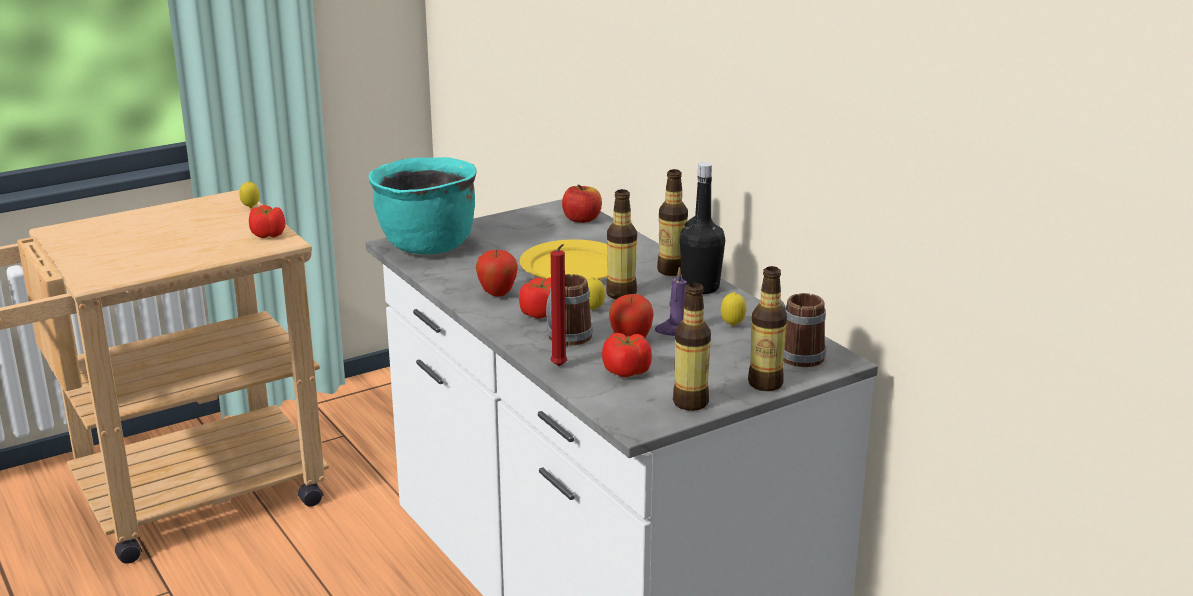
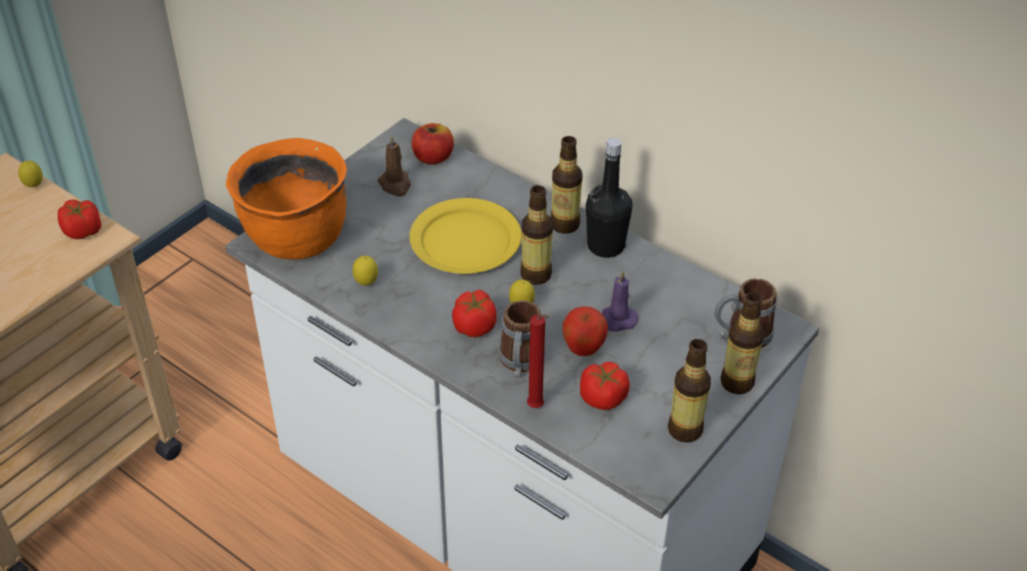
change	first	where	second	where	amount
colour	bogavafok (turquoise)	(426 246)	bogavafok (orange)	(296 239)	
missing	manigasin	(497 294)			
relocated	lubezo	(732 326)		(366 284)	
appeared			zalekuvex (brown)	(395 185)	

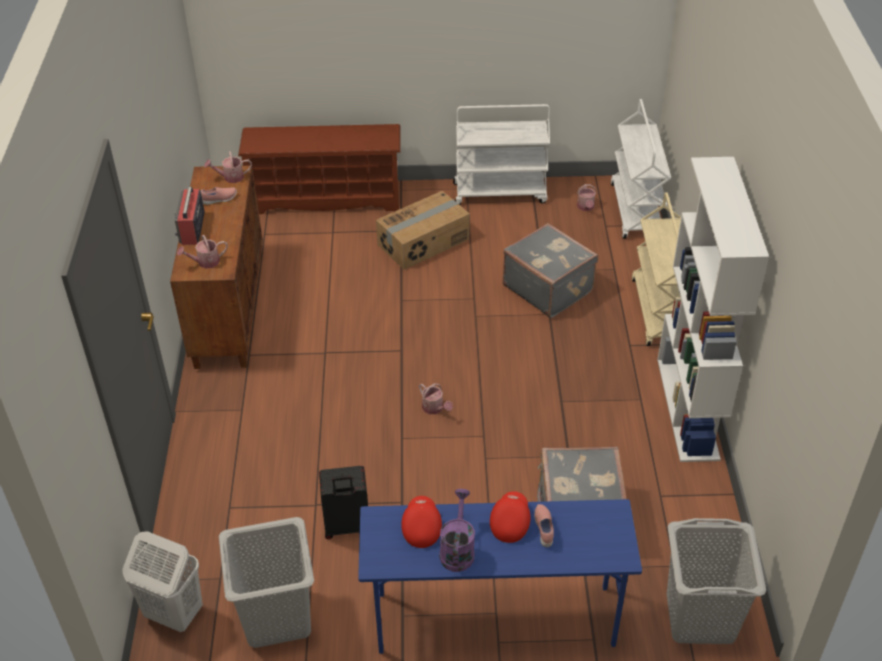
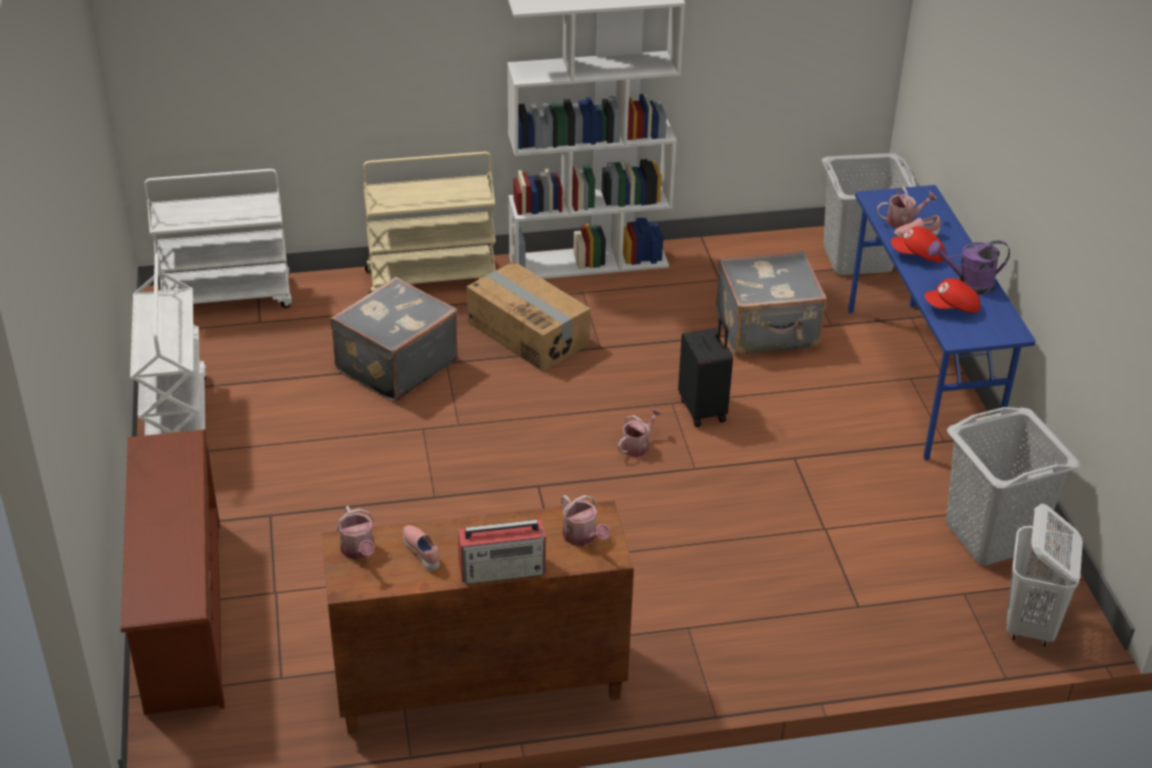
change	first	where	second	where	amount
relocated	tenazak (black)	(346 527)		(703 410)	
relocated	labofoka	(424 242)		(528 333)	
relocated	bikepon	(586 207)		(903 221)	

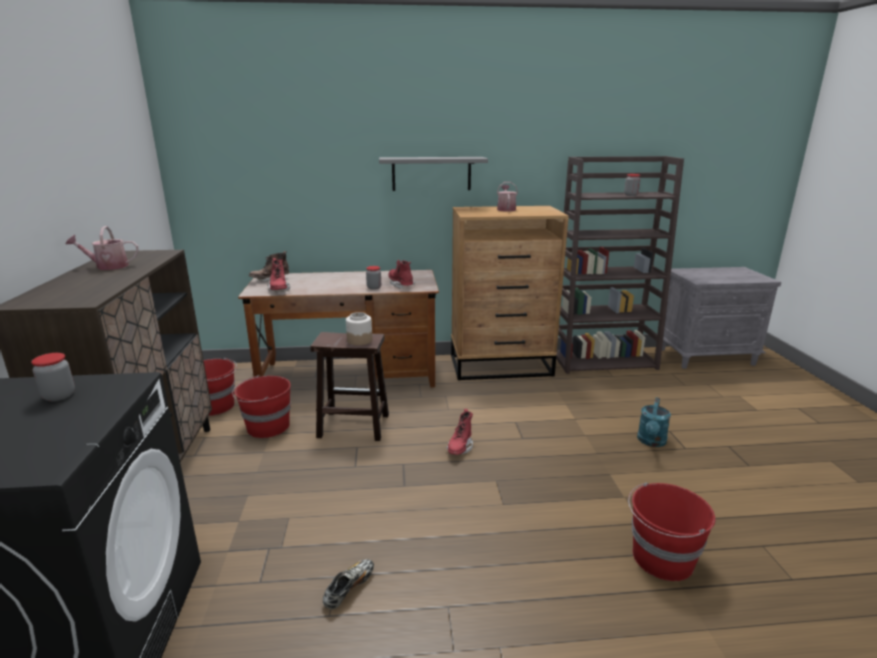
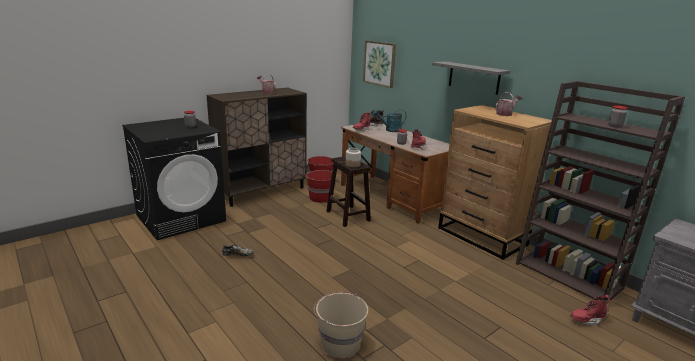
change	first	where	second	where	amount
relocated	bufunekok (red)	(460 448)		(586 320)	
colour	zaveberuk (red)	(661 559)	zaveberuk (beige)	(339 343)	
relocated	bikepon (turquoise)	(651 442)		(390 130)	
appeared			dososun	(380 63)	

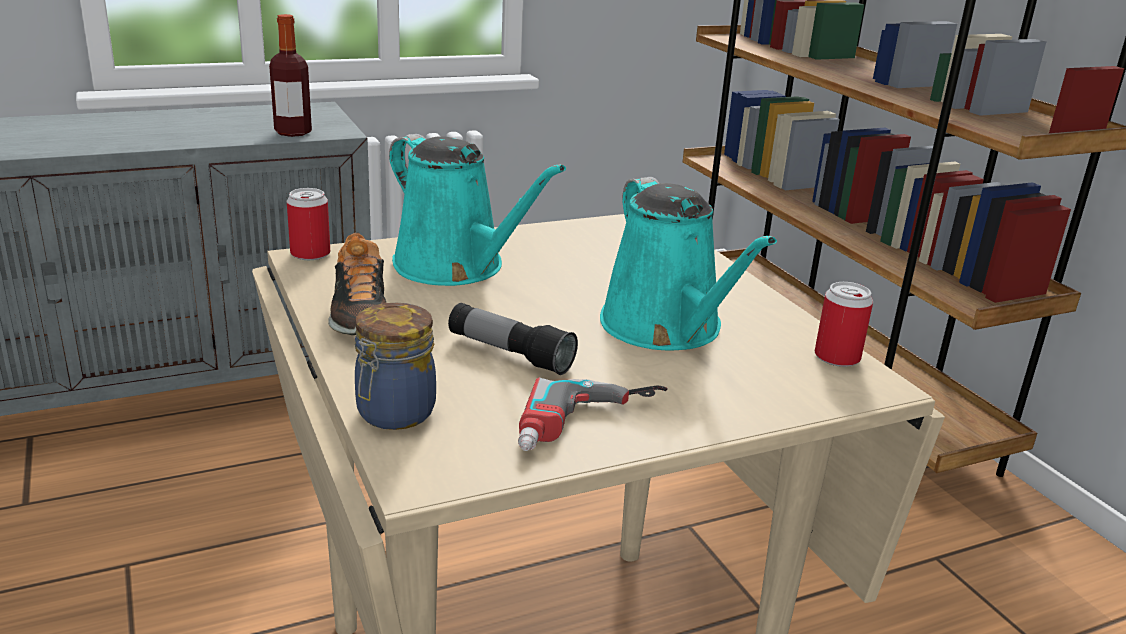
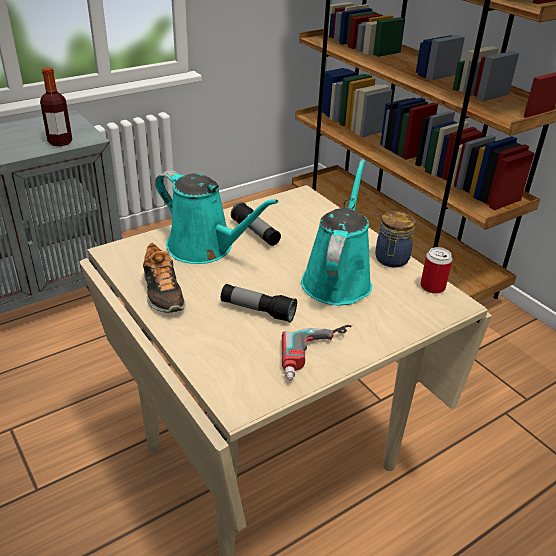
change	first	where	second	where	amount
missing	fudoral	(310 254)			
relocated	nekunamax	(393 414)		(391 260)	
spun	bikepon (turquoise)	(666 329)		(337 279)	135 degrees counterclockwise
appeared			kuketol	(256 233)	

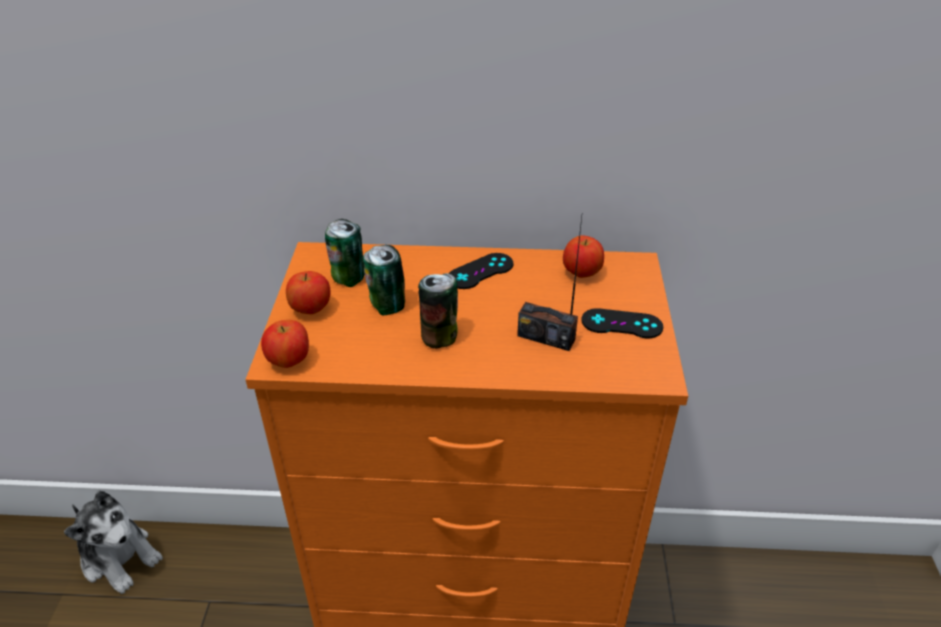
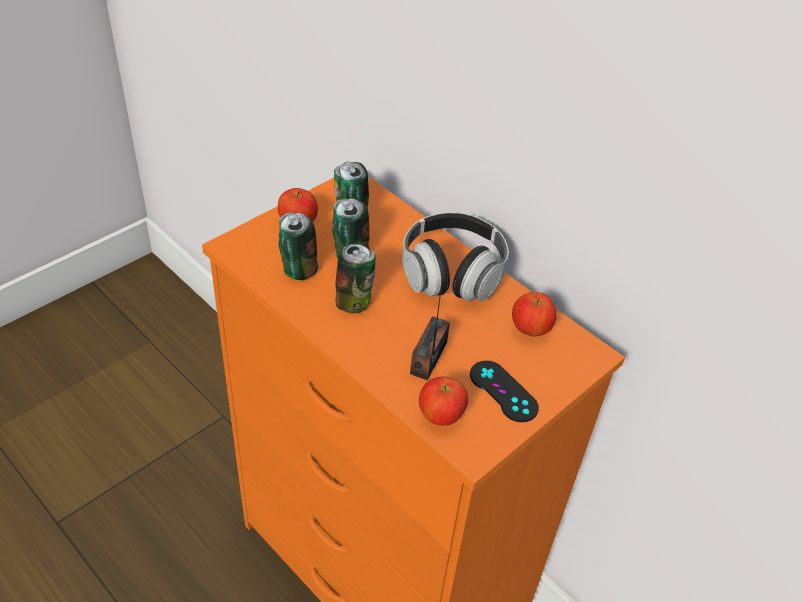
change	first	where	second	where	amount
missing	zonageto	(120 557)			
relocated	manigasin	(289 361)		(441 416)	
exchanged	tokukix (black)	(480 271)	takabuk	(452 274)	
spun	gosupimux	(546 337)		(429 358)	45 degrees clockwise
appeared			fudoral	(298 270)	

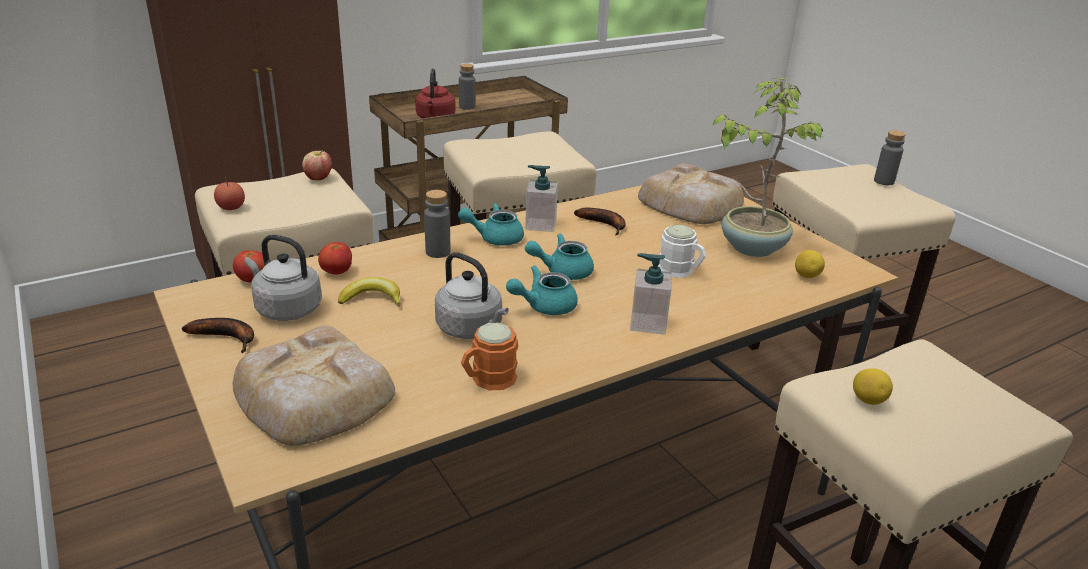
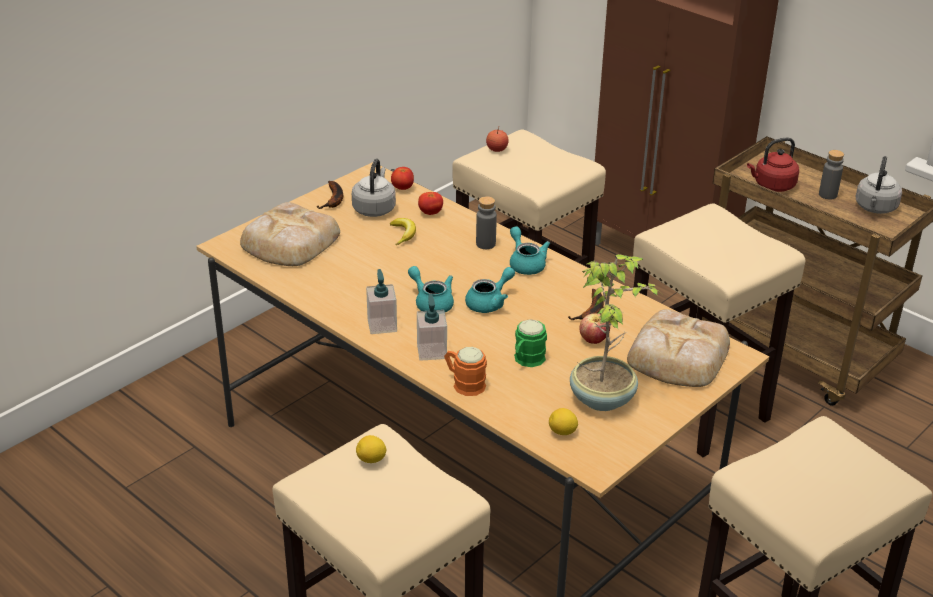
change	first	where	second	where	amount
relocated	manigasin	(318 178)		(593 340)	
relocated	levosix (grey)	(472 329)		(875 208)	
relocated	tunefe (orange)	(487 380)		(464 383)	
relocated	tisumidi	(540 225)		(382 325)	
spun	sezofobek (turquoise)	(562 271)		(490 302)	75 degrees clockwise
colour	tunefe (white)	(681 271)	tunefe (green)	(526 360)	
missing	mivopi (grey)	(884 181)			

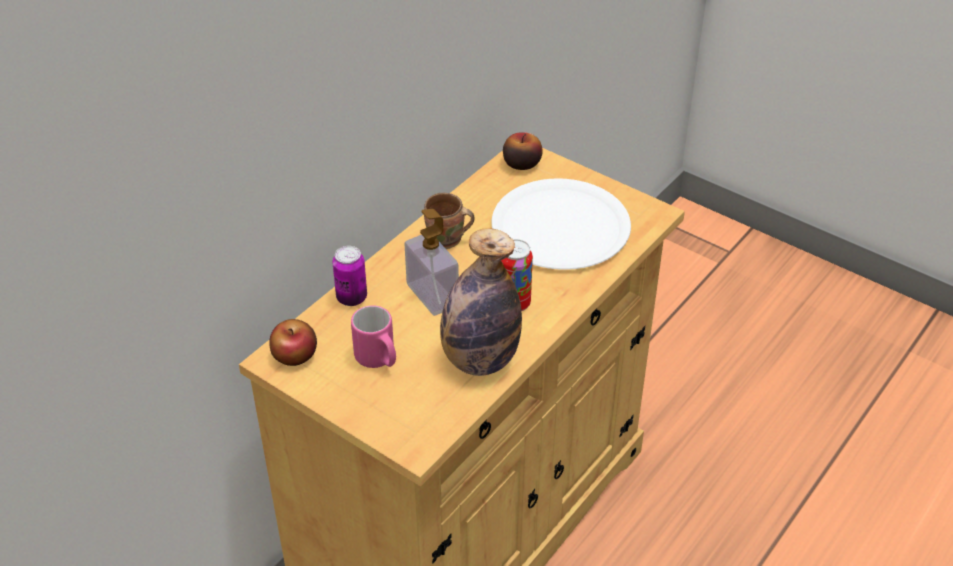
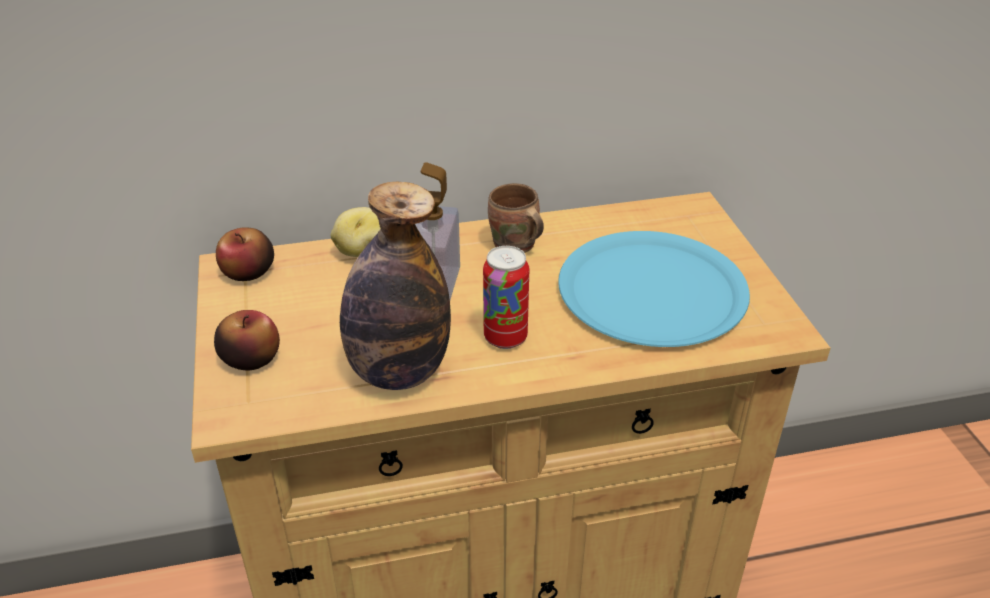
change	first	where	second	where	amount
exchanged	fudoral	(351 298)	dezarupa	(361 251)	
missing	tunefe (pink)	(378 360)			
colour	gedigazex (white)	(561 226)	gedigazex (blue)	(652 291)	
relocated	manigasin	(521 163)		(251 358)	

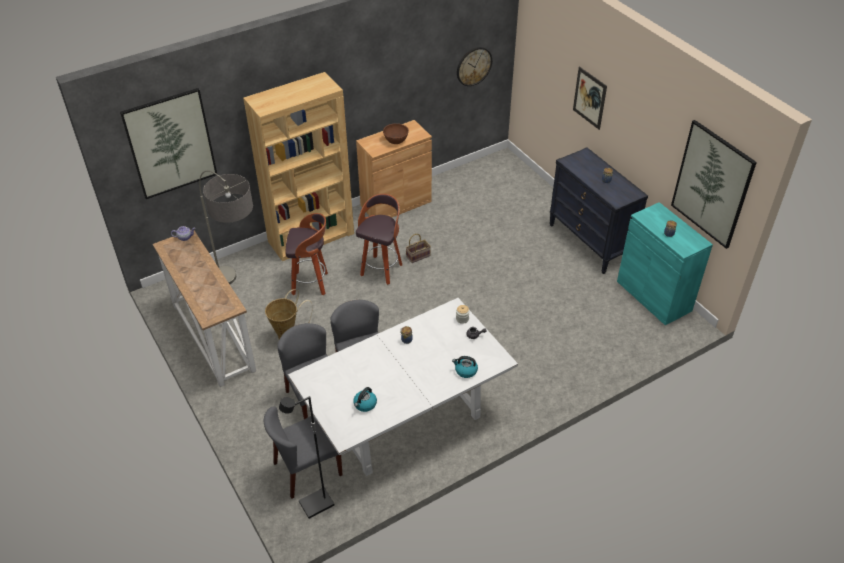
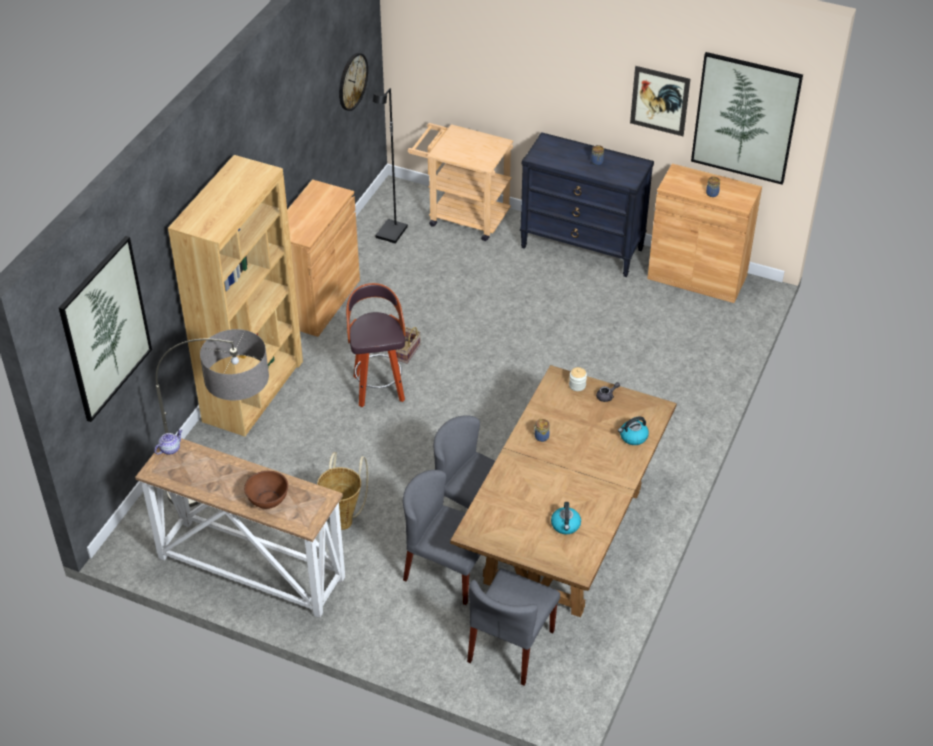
change	first	where	second	where	amount
relocated	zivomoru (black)	(316 505)		(392 233)	
missing	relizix	(311 283)			
colour	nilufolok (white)	(405 418)	nilufolok (brown)	(563 535)	
relocated	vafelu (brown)	(396 140)		(268 499)	
relocated	dososun	(589 98)		(659 101)	
colour	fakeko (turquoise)	(653 296)	fakeko (brown)	(697 277)	
appeared			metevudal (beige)	(462 216)	

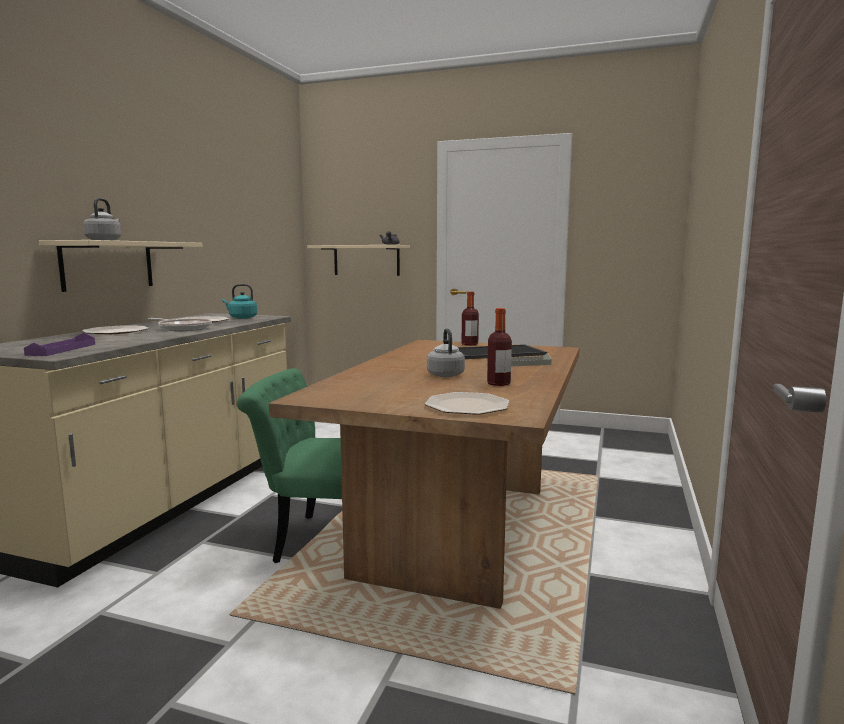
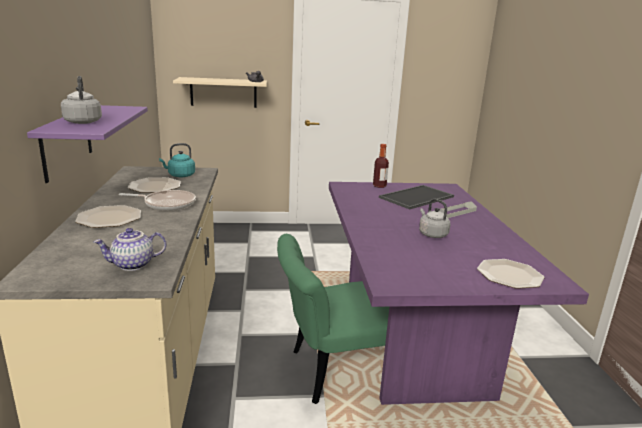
change	first	where	second	where	amount
exchanged	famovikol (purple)	(62 349)	sezofobek	(132 265)	
colour	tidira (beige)	(108 265)	tidira (purple)	(67 141)	
colour	nilufolok (brown)	(456 529)	nilufolok (purple)	(410 338)	
missing	mivopi	(498 383)			

